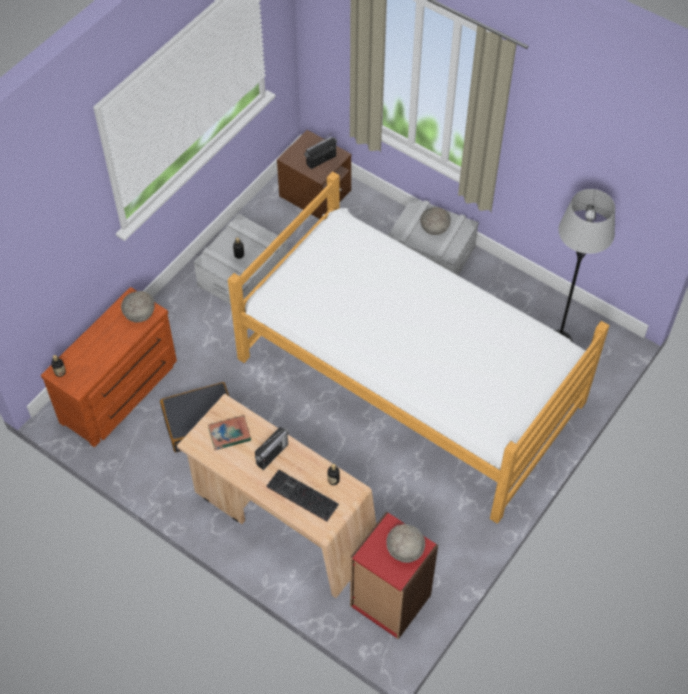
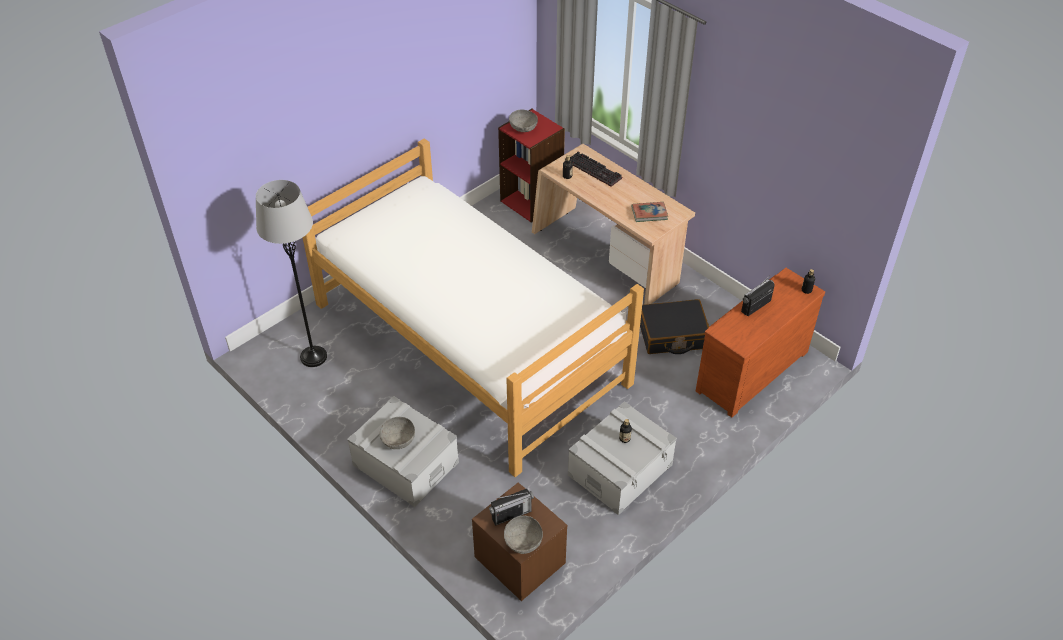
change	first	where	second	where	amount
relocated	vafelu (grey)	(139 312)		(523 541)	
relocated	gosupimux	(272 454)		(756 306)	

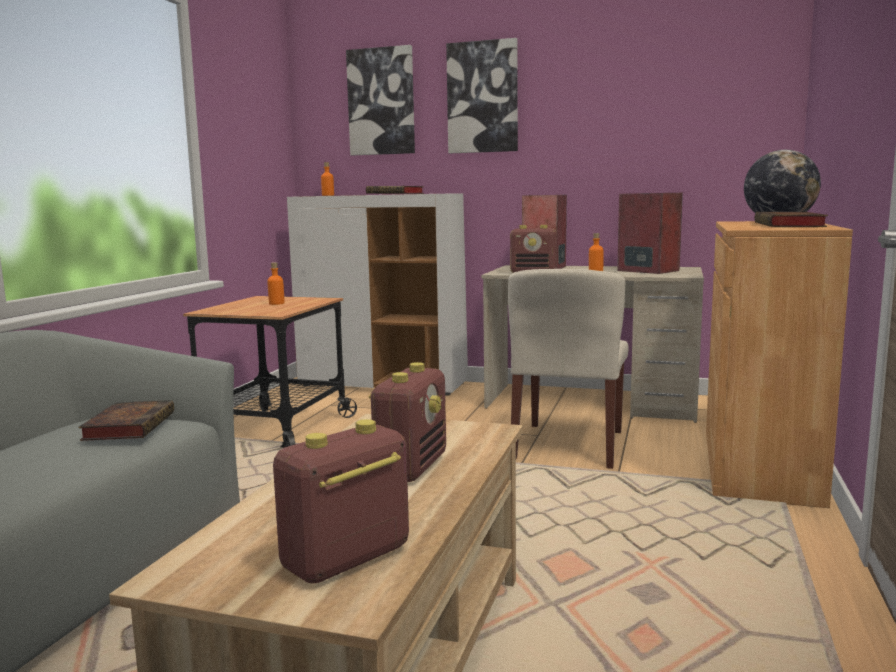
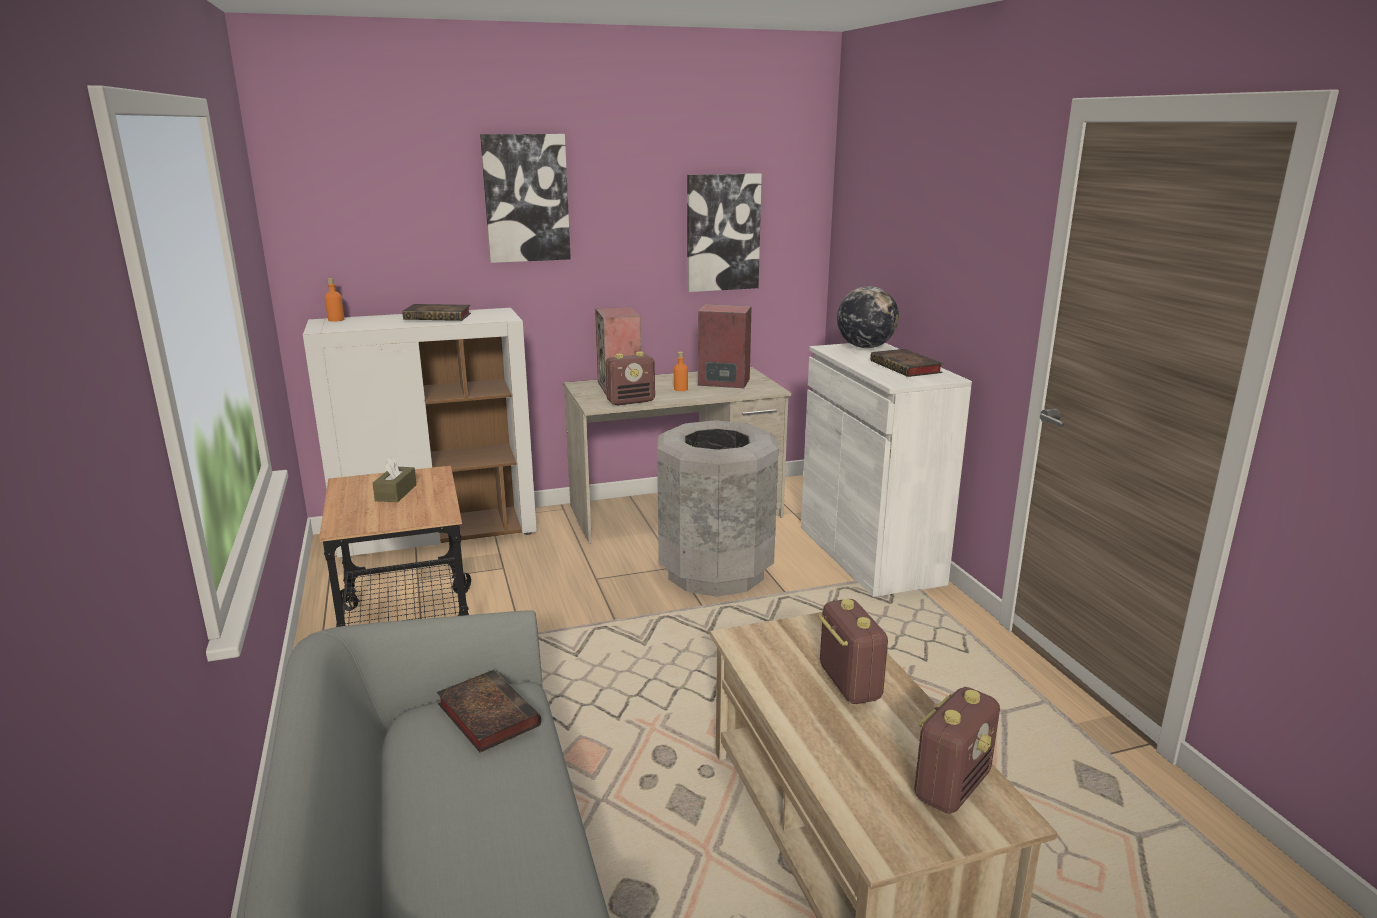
change	first	where	second	where	amount
exchanged	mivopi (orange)	(276 303)	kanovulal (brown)	(396 493)	
spun	gosupimux	(346 560)		(952 785)	150 degrees counterclockwise
relocated	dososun	(381 102)		(722 232)	
exchanged	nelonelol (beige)	(569 445)	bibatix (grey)	(715 572)	
colour	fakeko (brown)	(759 465)	fakeko (white)	(869 554)	

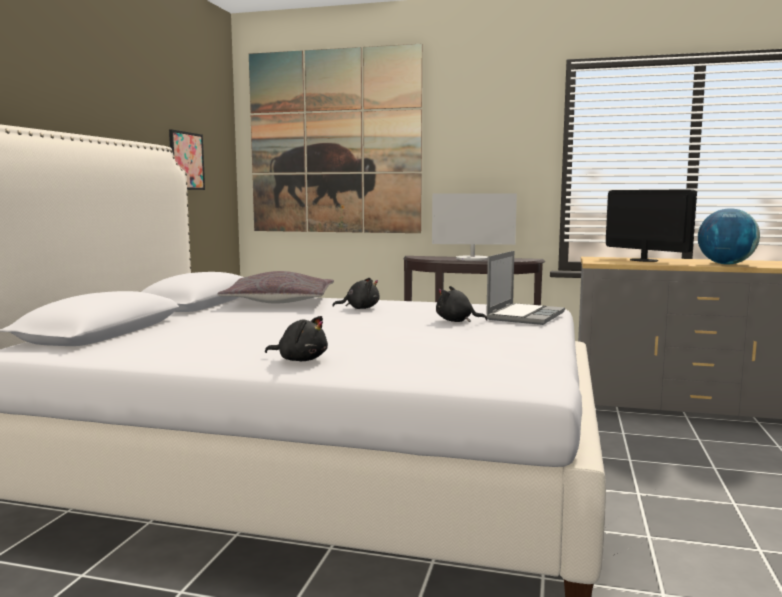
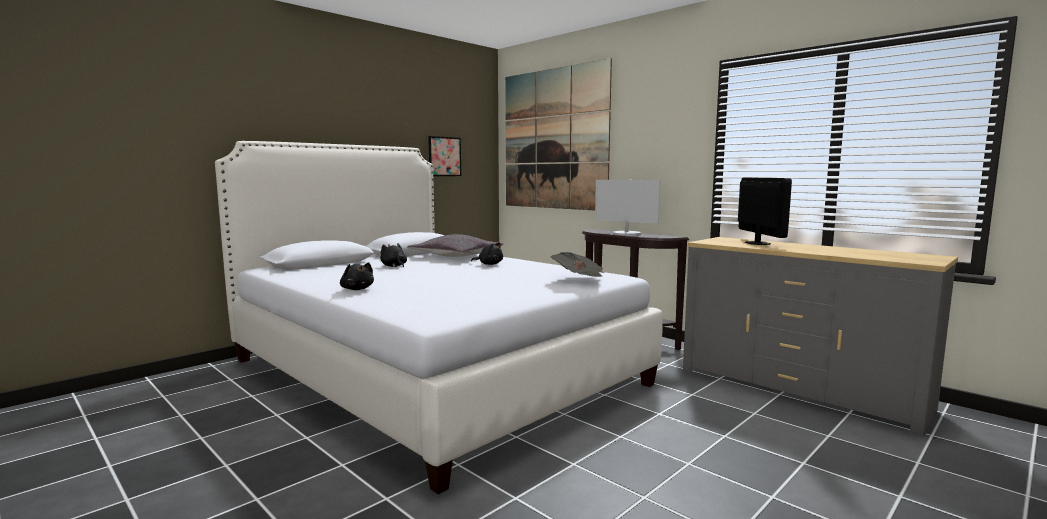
change	first	where	second	where	amount
relocated	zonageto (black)	(456 321)		(394 266)	
exchanged	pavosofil	(524 316)	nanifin	(579 280)	
missing	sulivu	(726 264)			

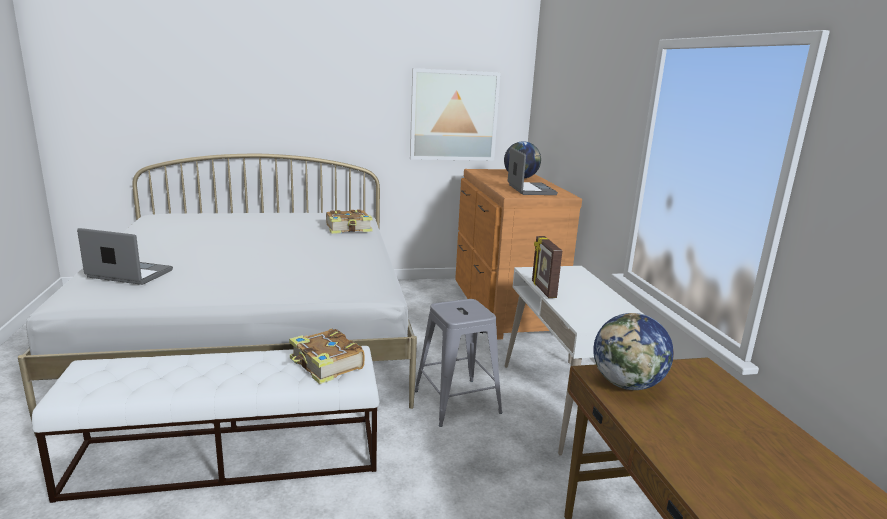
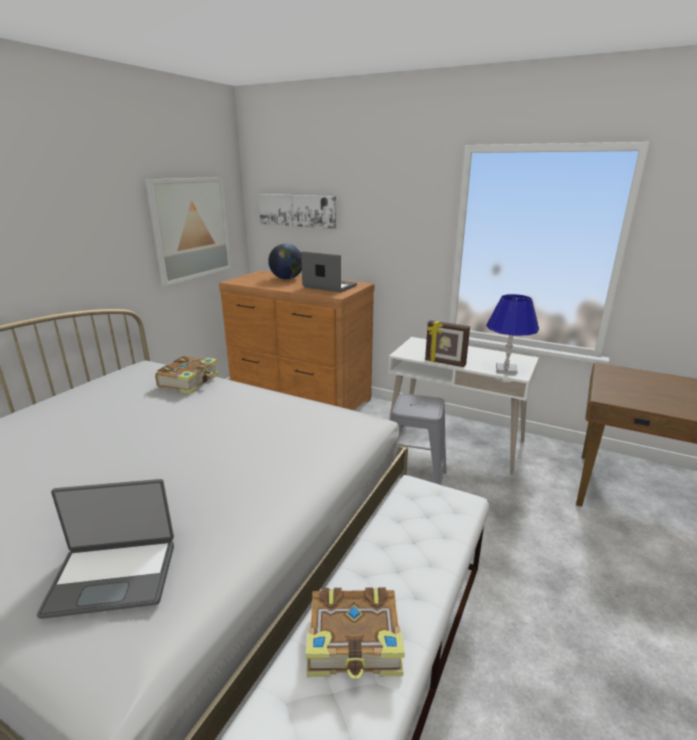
change	first	where	second	where	amount
spun	pavosofil	(129 274)		(114 576)	150 degrees counterclockwise
relocated	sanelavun	(326 365)		(355 643)	
missing	sulivu	(627 384)			
appeared			dososun	(297 210)	
appeared			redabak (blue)	(506 369)	

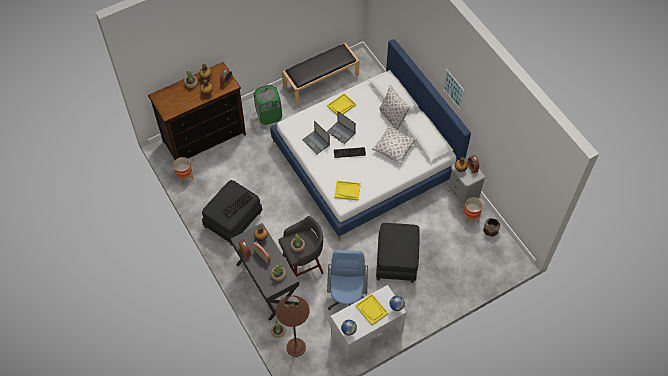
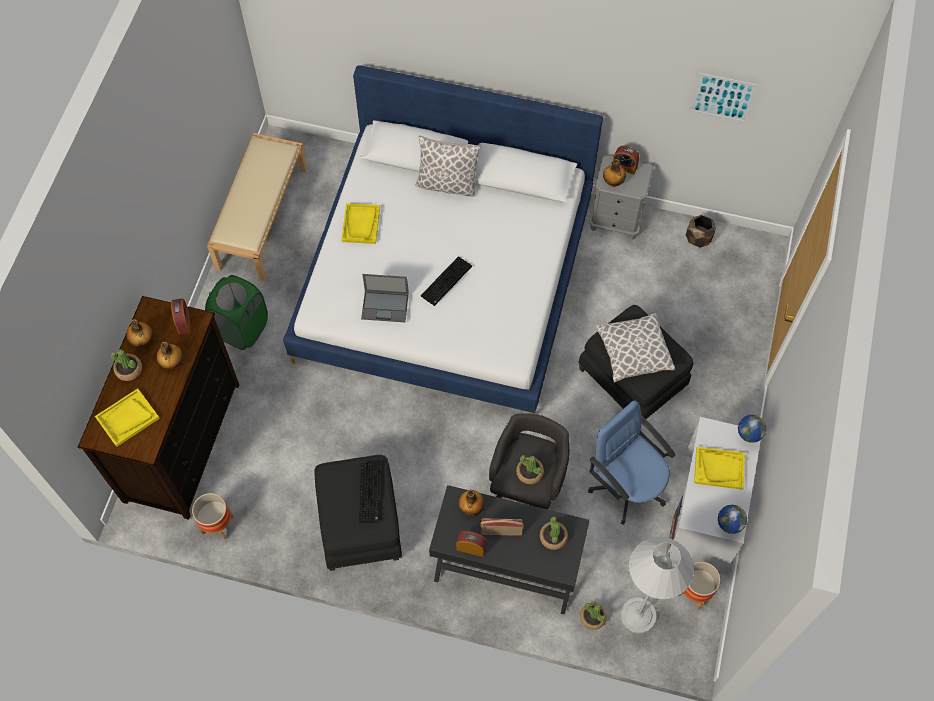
change	first	where	second	where	amount
colour	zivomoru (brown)	(296 347)	zivomoru (white)	(638 615)	
colour	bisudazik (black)	(321 80)	bisudazik (beige)	(262 216)	
missing	pavosofil	(341 132)			
relocated	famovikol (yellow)	(347 191)		(127 418)	
relocated	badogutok	(393 148)		(633 353)	
relocated	dososun	(453 89)		(722 97)	
relocated	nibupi	(470 217)		(694 592)	

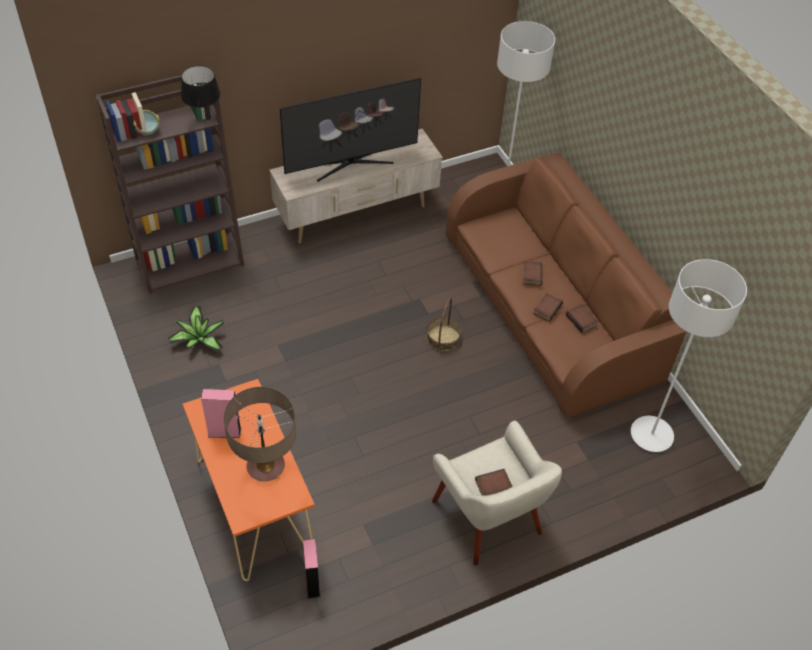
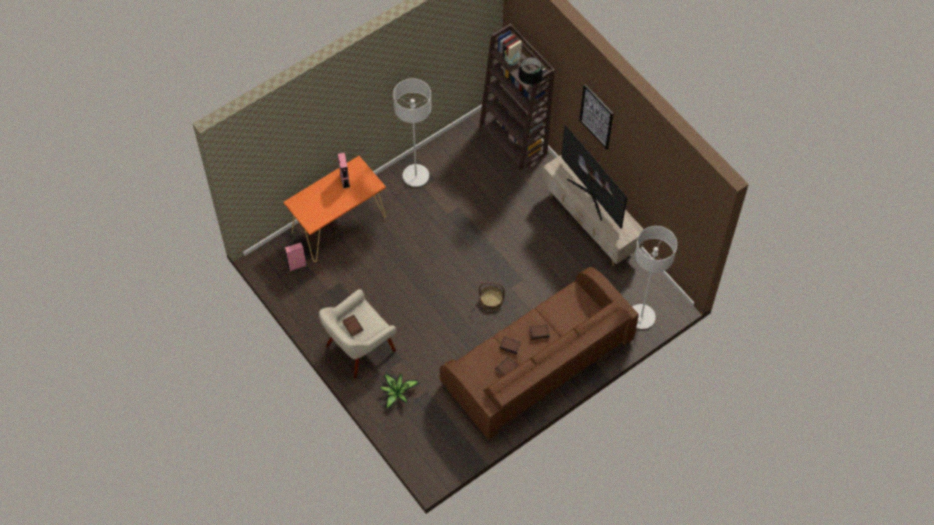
change	first	where	second	where	amount
relocated	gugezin	(198 339)		(397 392)	
missing	redabak	(265 467)			
relocated	zivomoru (grey)	(651 435)		(416 176)	
appeared			dososun	(596 116)	

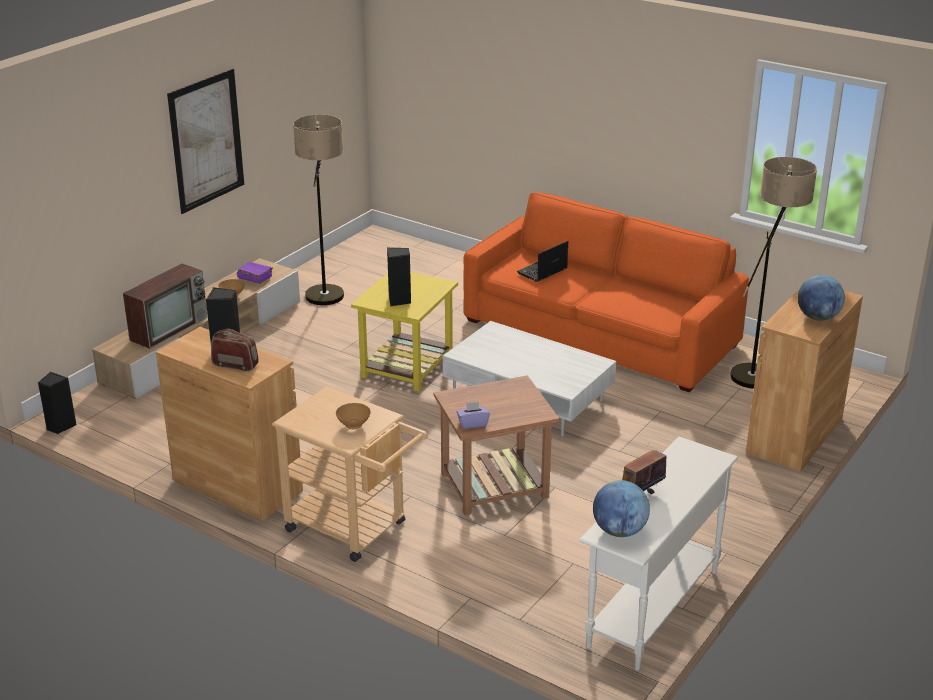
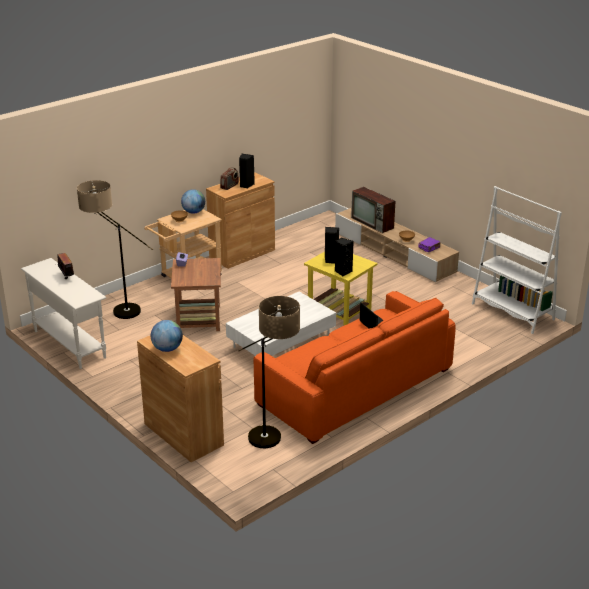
change	first	where	second	where	amount
relocated	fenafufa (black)	(60 426)		(343 272)	
missing	dososun	(207 141)			
relocated	zivomoru	(326 303)		(116 311)	
relocated	sulivu	(619 531)		(193 212)	
appeared			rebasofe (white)	(512 312)	

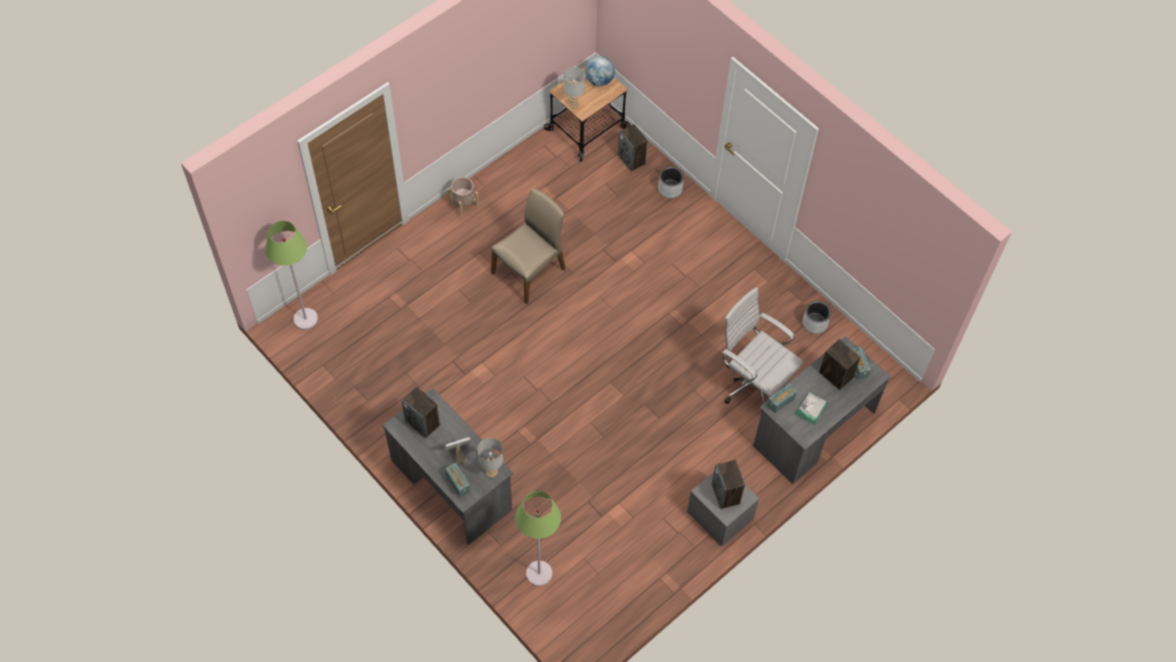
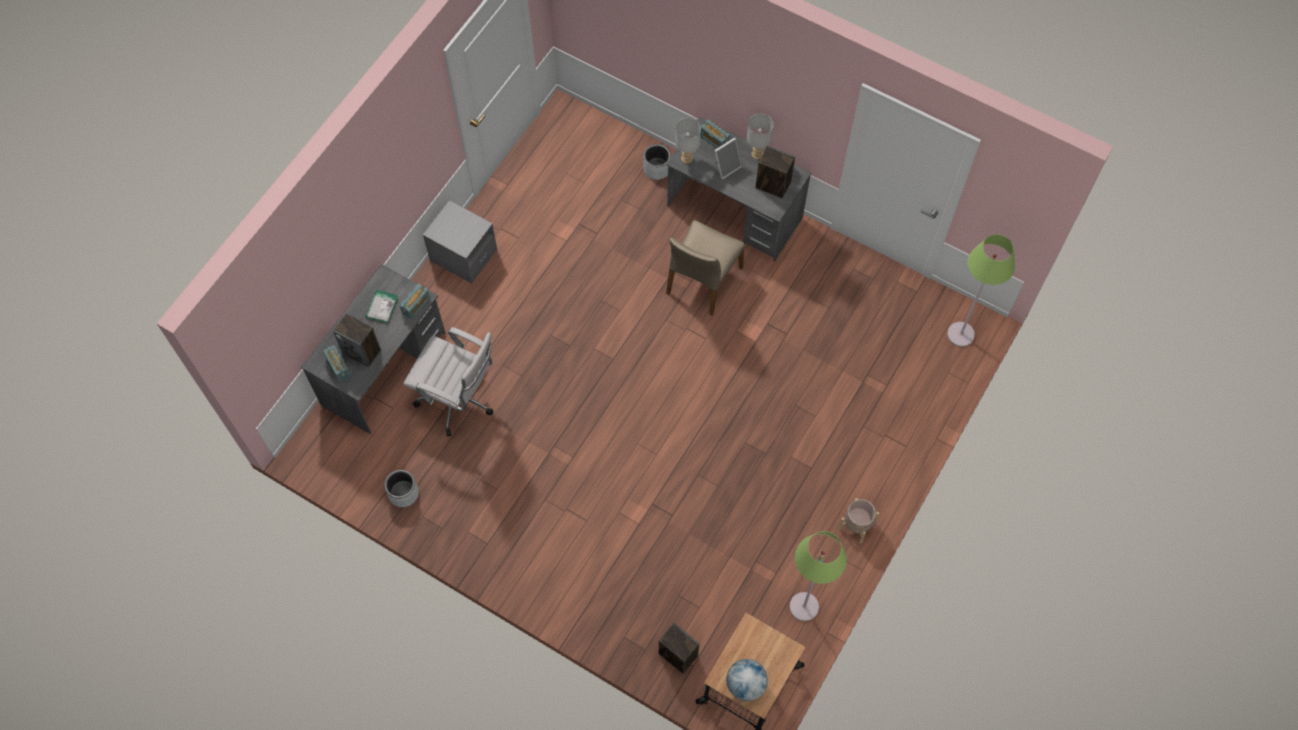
change	first	where	second	where	amount
relocated	nelonelol (beige)	(530 271)		(703 280)	
relocated	zivomoru (green)	(539 573)		(804 607)	
relocated	redabak (grey)	(574 105)		(756 154)	
relocated	nibupi (grey)	(670 189)		(657 168)	
missing	fenafufa	(726 494)			

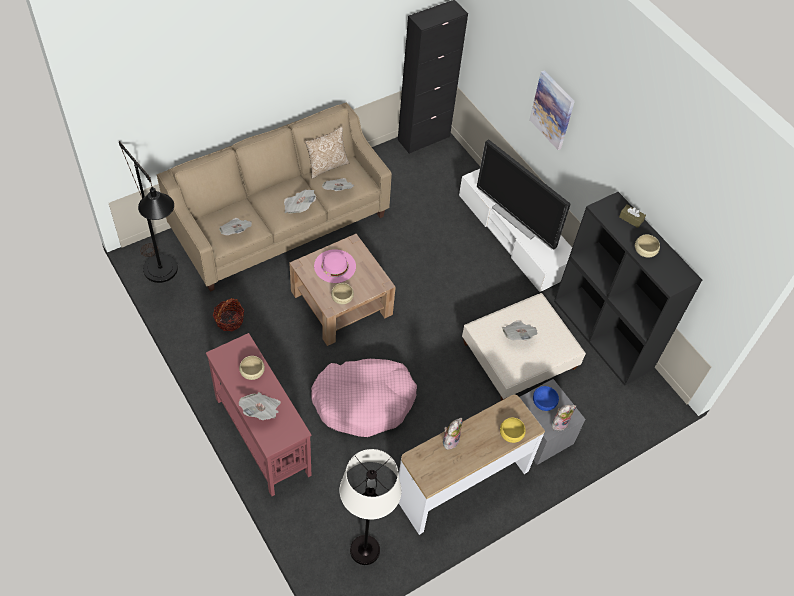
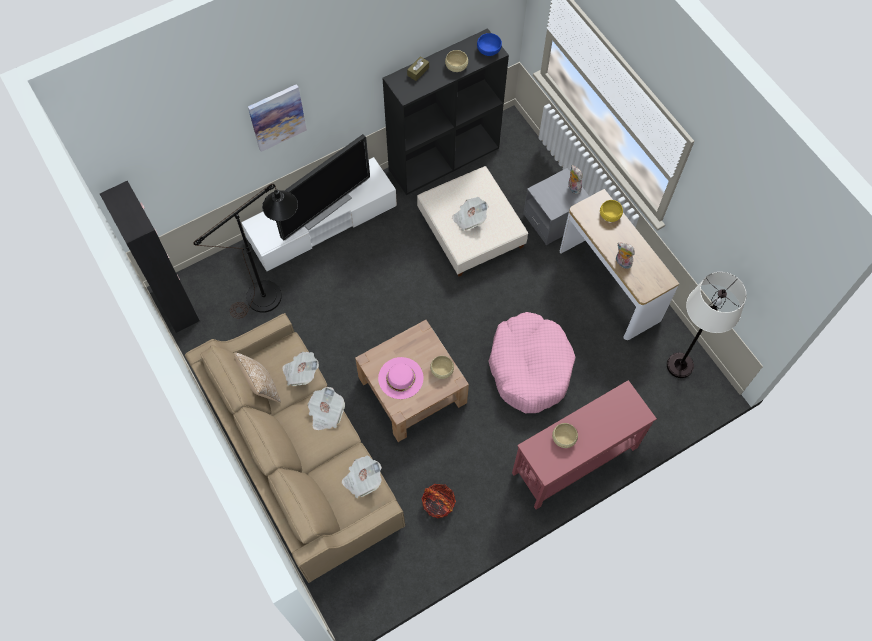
change	first	where	second	where	amount
relocated	zivomoru (black)	(164 276)		(273 292)	
missing	nanifin	(261 411)			
relocated	vafelu (blue)	(544 402)		(489 50)	

